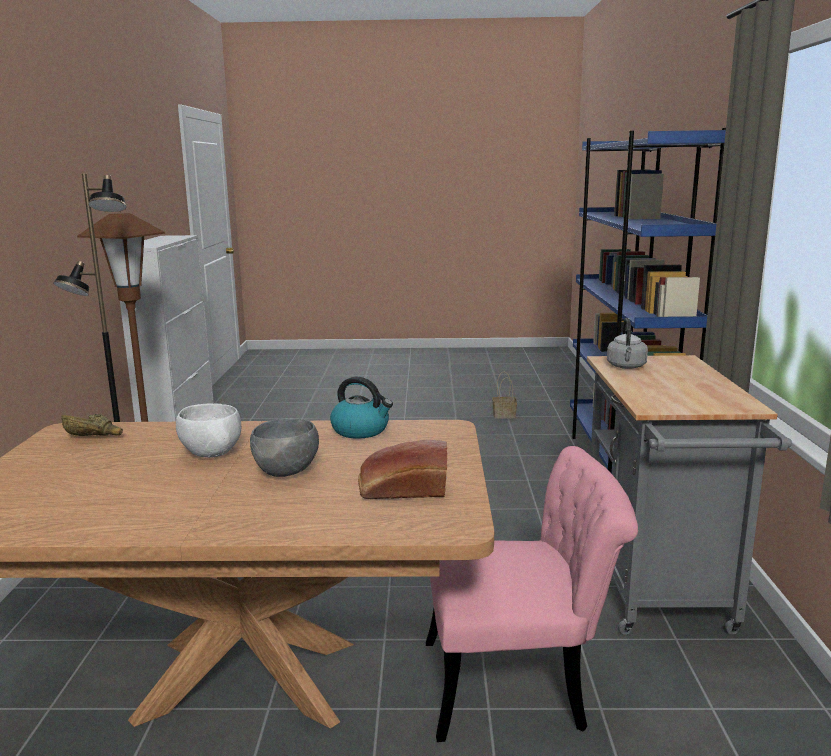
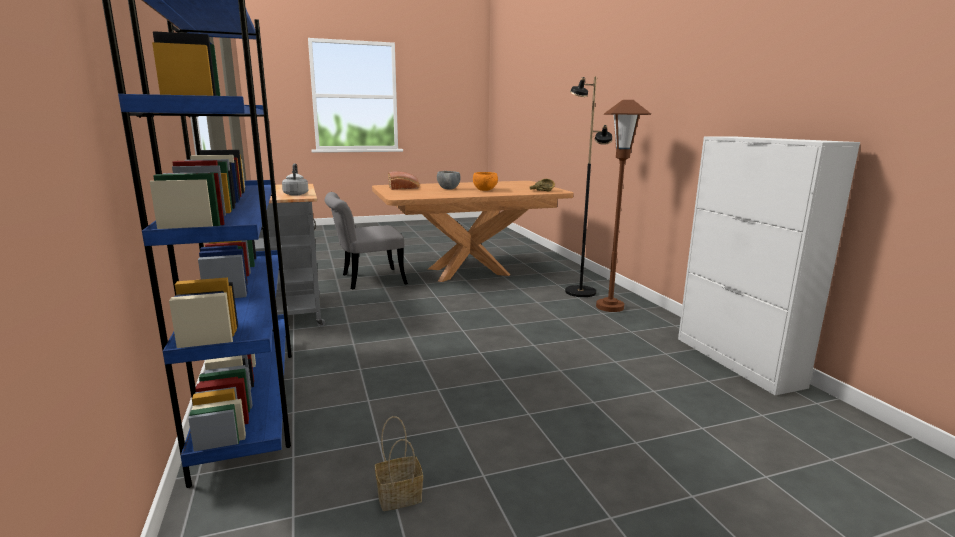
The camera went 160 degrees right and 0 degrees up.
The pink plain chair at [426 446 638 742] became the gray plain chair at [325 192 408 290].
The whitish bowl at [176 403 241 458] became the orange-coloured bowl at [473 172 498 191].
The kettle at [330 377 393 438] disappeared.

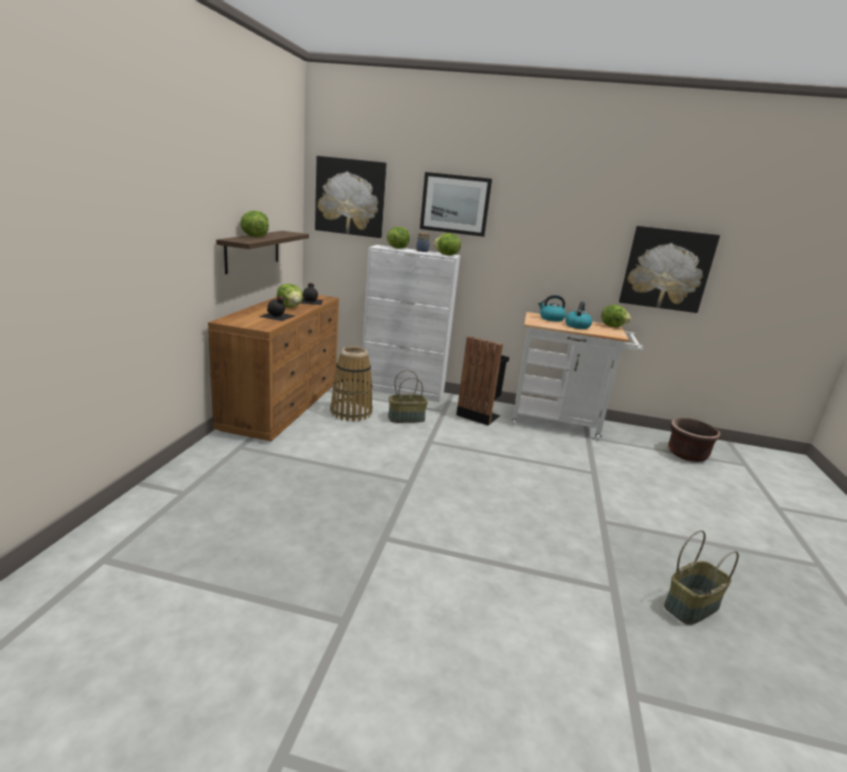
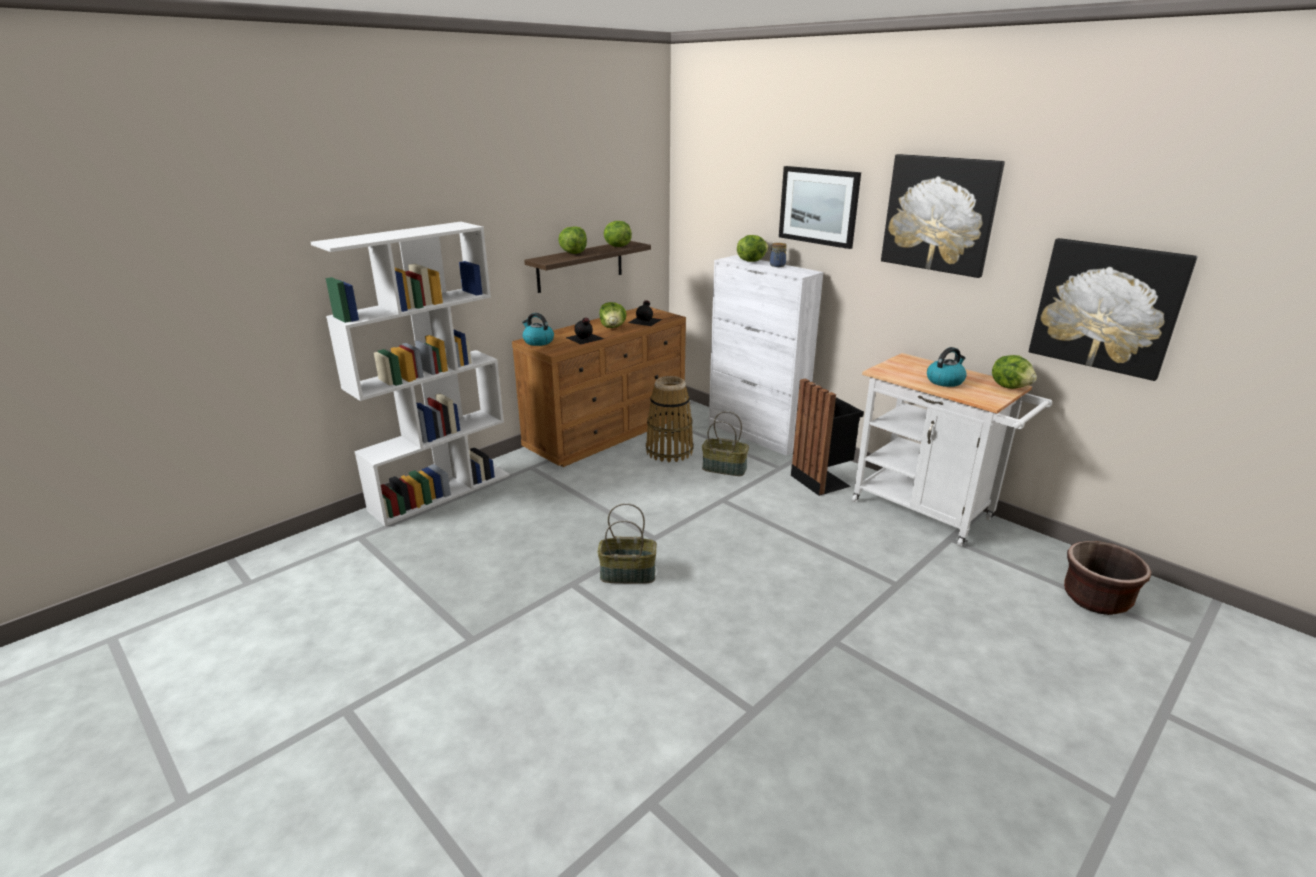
The camera went 35 degrees right and 5 degrees up.
The whitish shelving unit at [311 222 510 527] appeared.
The kettle moved from [538 295 566 322] to [522 313 554 346].
The household basket moved from [664 530 739 625] to [598 503 657 584].
The head of lettuce moved from [433 233 461 255] to [604 221 632 247].
The wall picture moved from [315 156 387 238] to [881 154 1005 278].

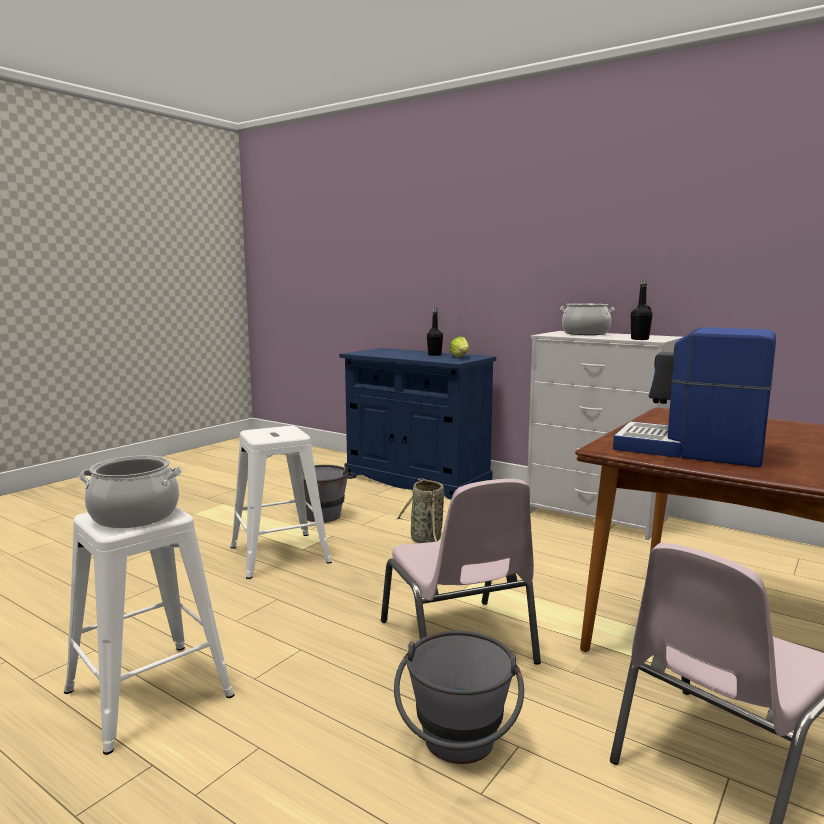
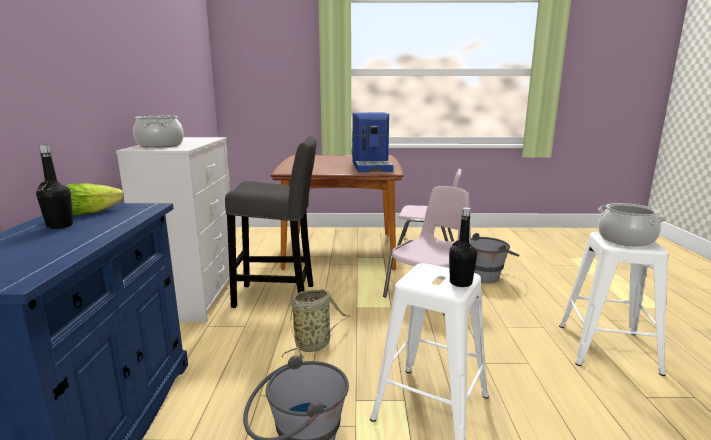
The camera went 125 degrees left and 5 degrees up.
The gray stool at [225 136 317 308] appeared.
The blackish beverage bottle moved from [631 279 653 340] to [449 207 477 287].

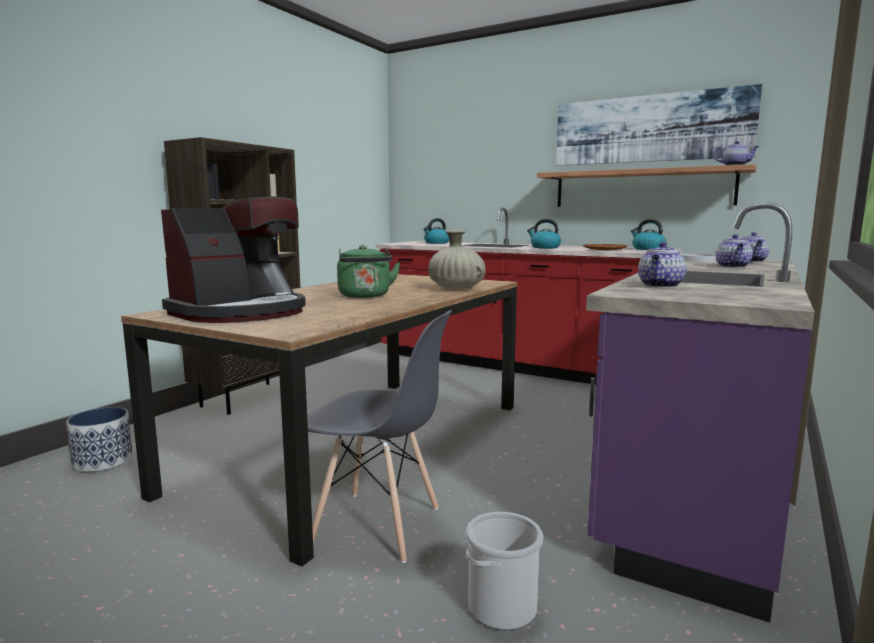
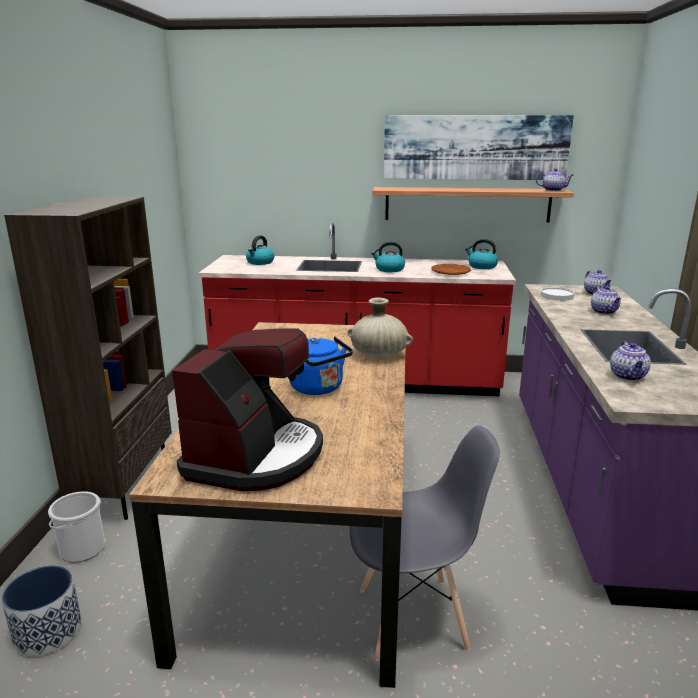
The camera went 25 degrees left and 10 degrees up.
The water bucket moved from [466 512 543 630] to [48 491 105 562].
The green-coloured kettle at [337 245 400 298] became the blue-coloured kettle at [289 336 353 395].

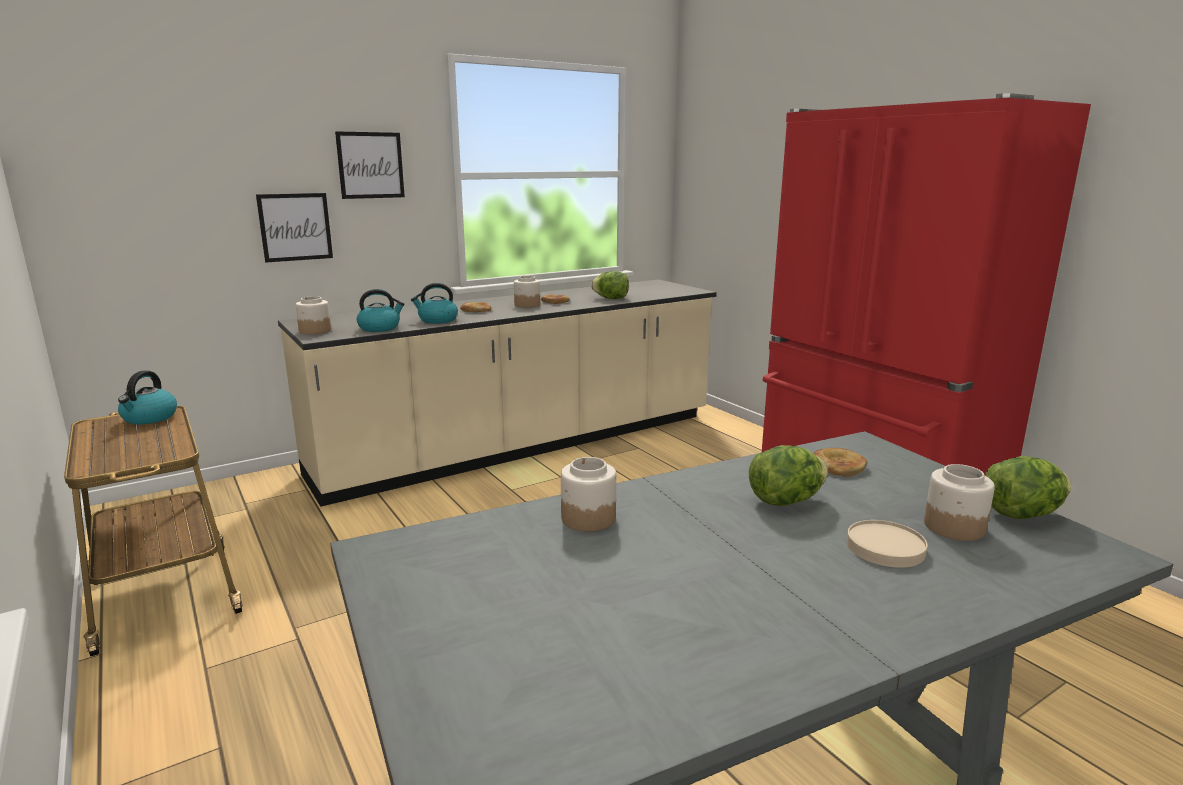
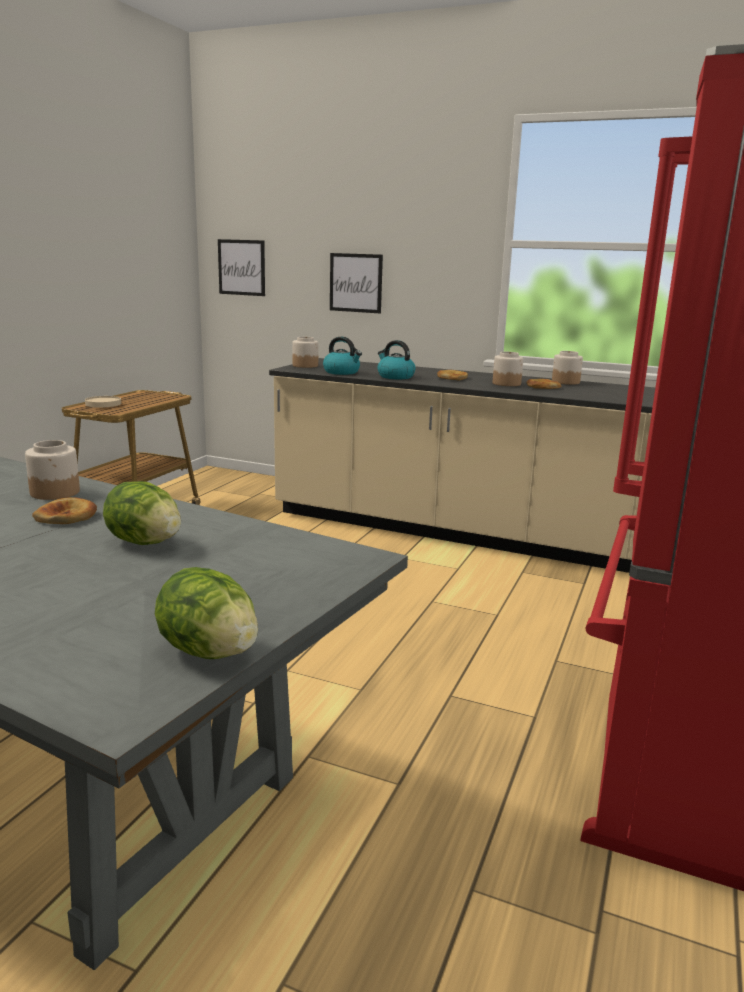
The camera went 55 degrees right and 0 degrees up.
The bakery bread moved from [813 448 867 477] to [32 497 97 524].
The sand-coloured dinner plate moved from [847 520 928 568] to [85 396 121 408].
The wall picture moved from [335 131 405 199] to [218 239 265 296].
The preserve jar moved from [924 464 995 541] to [552 351 583 385].
The kettle at [118 371 177 425] disappeared.
The head of lettuce at [591 271 629 299] disappeared.

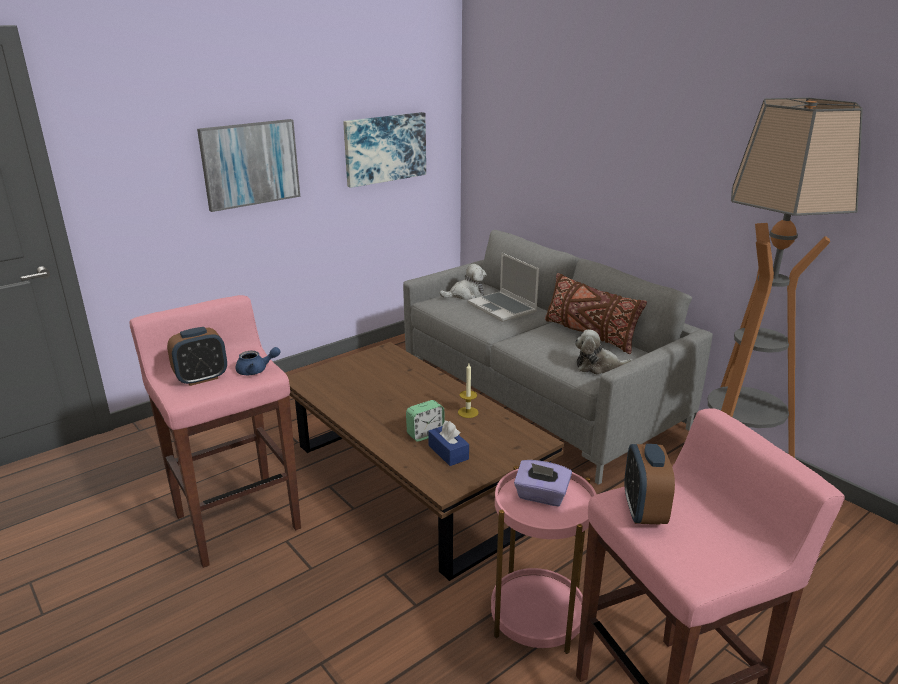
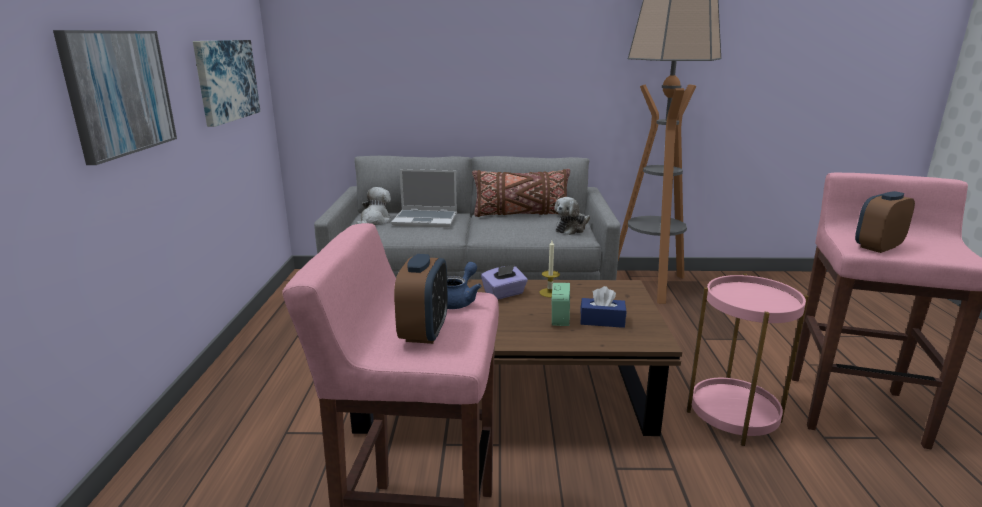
The camera went 50 degrees left and 5 degrees down.
The purplish box of tissues moved from [514 460 572 506] to [481 265 528 299].
The alarm clock at [624 444 675 524] turned 105 degrees clockwise.

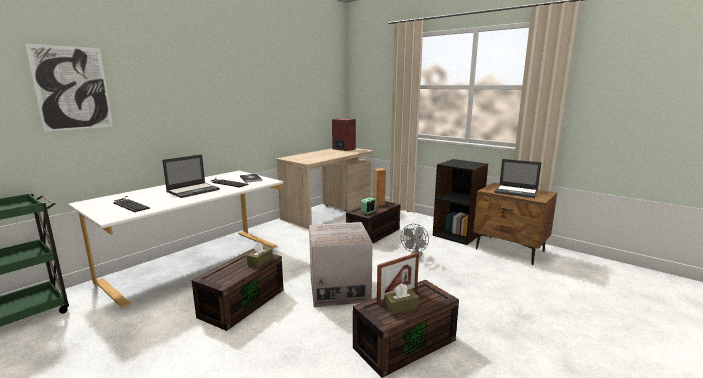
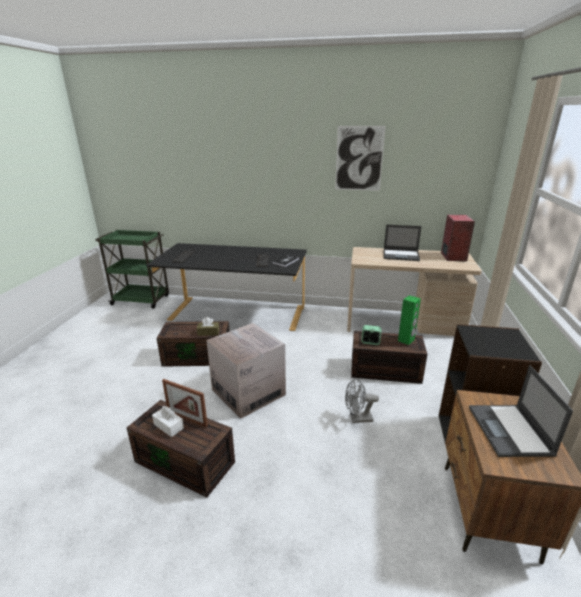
The camera went 60 degrees right and 10 degrees up.
The whitish desk at [68 171 283 308] became the blackish desk at [146 243 307 331].
The brown box of tissues at [384 283 419 315] became the whitish box of tissues at [152 406 184 437].
The wall picture moved from [25 44 113 131] to [335 126 386 191].
The laptop moved from [162 154 220 198] to [384 224 421 261].
The brown speaker at [373 168 386 206] became the green-coloured speaker at [398 295 421 345].

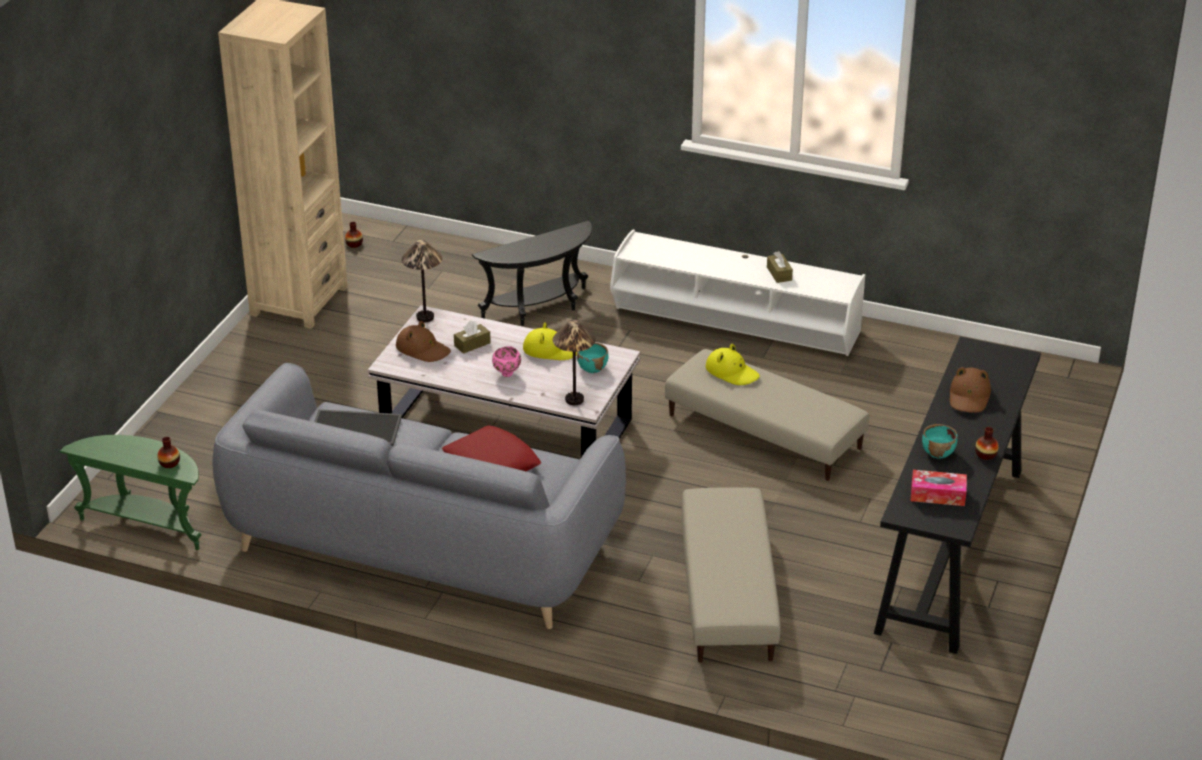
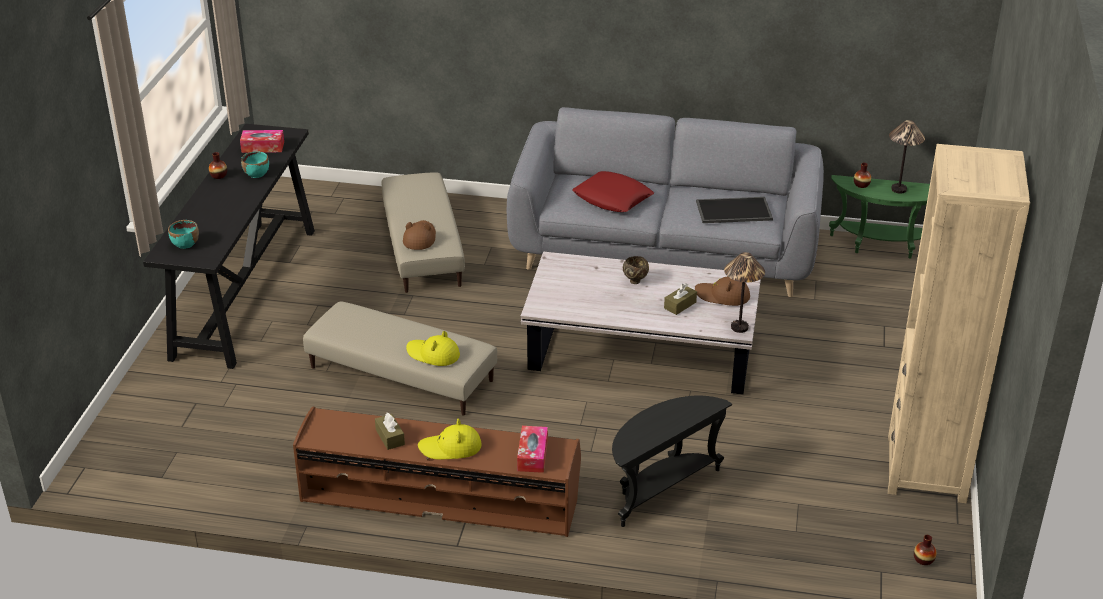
The camera went 170 degrees right and 0 degrees up.
The turquoise-coloured bowl moved from [577 342 608 373] to [168 220 199 249].
The whitish tv stand at [610 230 865 356] became the brown tv stand at [293 407 581 537].
The brown wearable hat moved from [950 367 991 413] to [403 220 436 250].
The yellow wearable hat moved from [523 322 577 360] to [418 419 482 460].
The box of tissues at [517 426 548 473] appeared.
The pink bowl at [492 346 521 377] became the brown bowl at [623 256 649 284].
The lamp for a table moved from [553 320 596 405] to [889 120 925 194].

